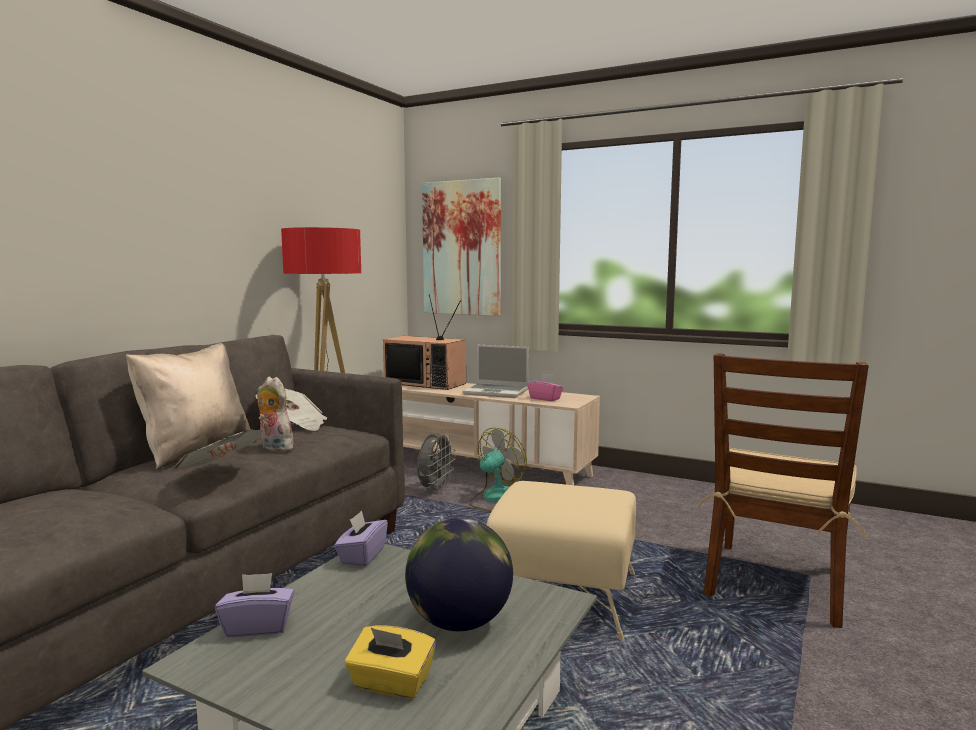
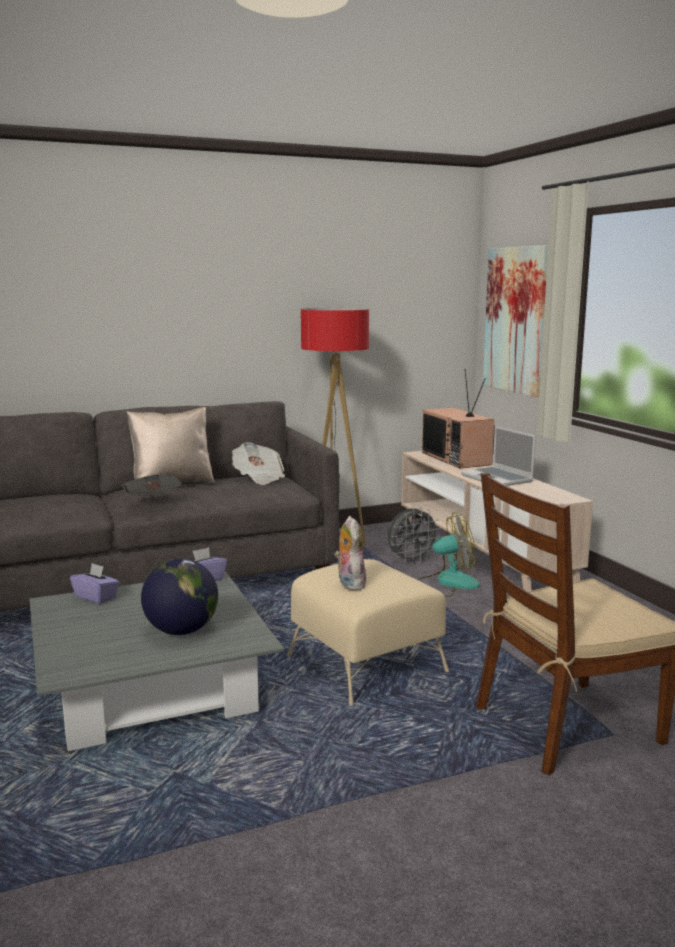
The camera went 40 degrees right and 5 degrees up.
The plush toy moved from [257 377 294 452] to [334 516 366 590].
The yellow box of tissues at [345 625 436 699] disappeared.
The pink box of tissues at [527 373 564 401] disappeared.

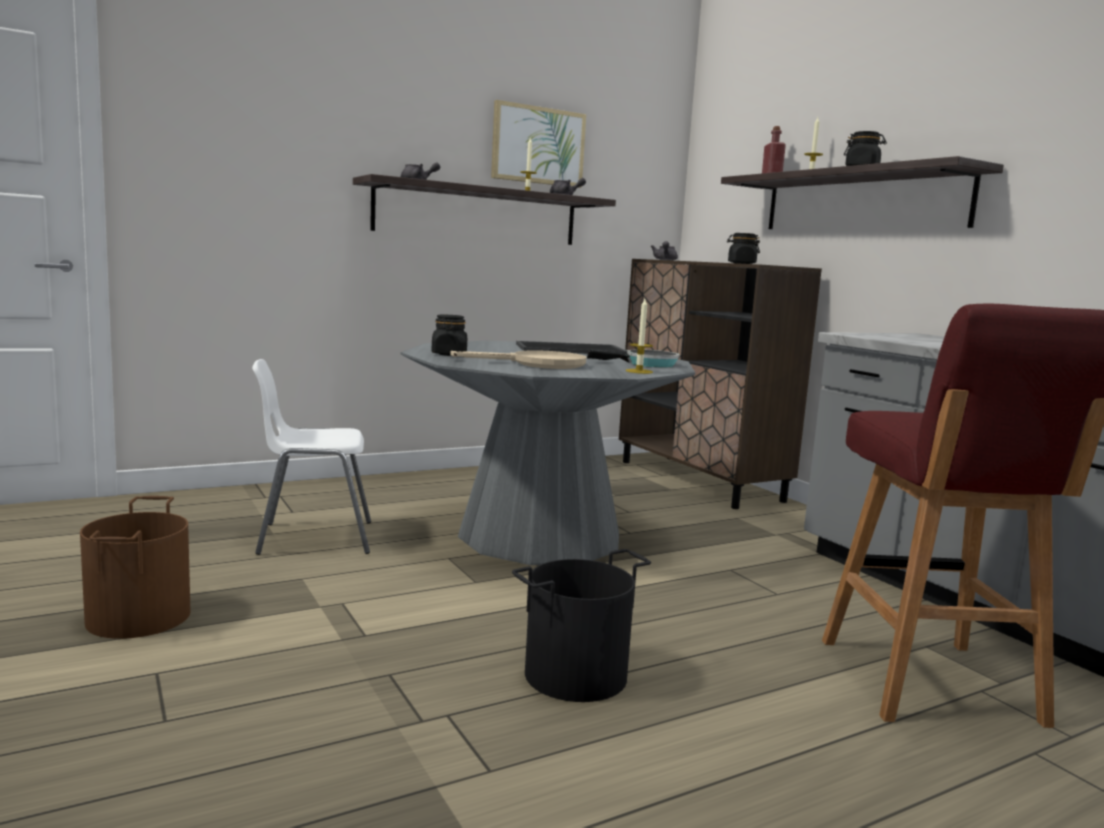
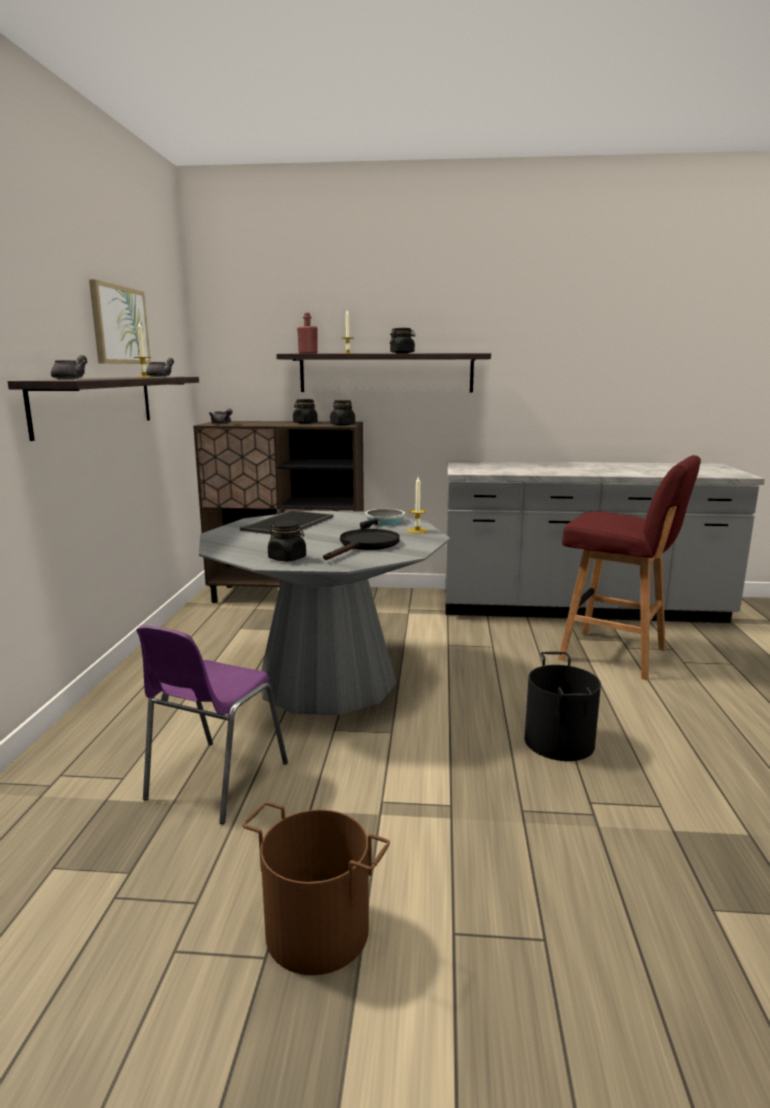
The camera went 55 degrees left and 5 degrees up.
The whitish plain chair at [252 359 371 555] became the purplish plain chair at [136 625 288 824].
The sand-coloured skillet at [450 350 586 369] became the blackish skillet at [323 529 400 560].
The blackish preserve jar at [330 400 355 425] appeared.

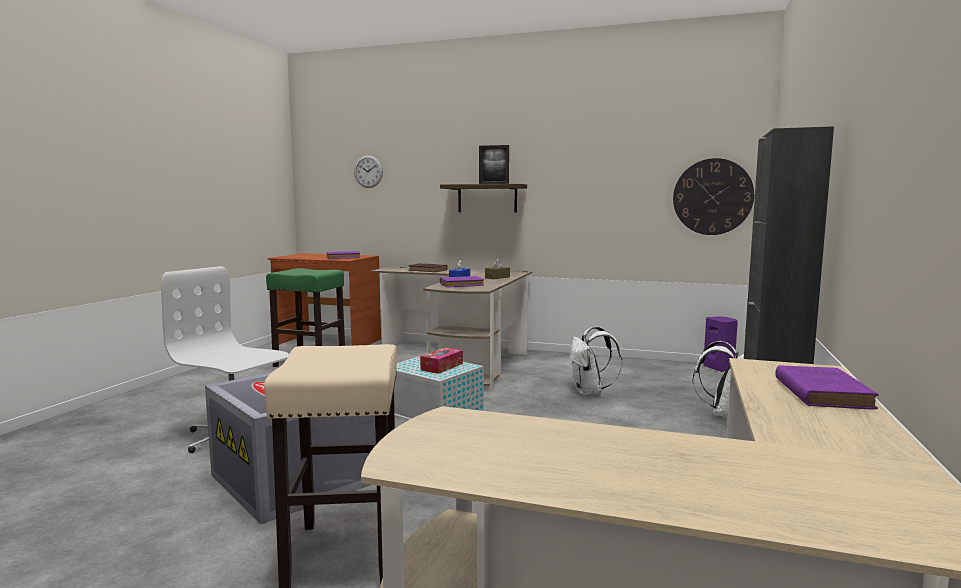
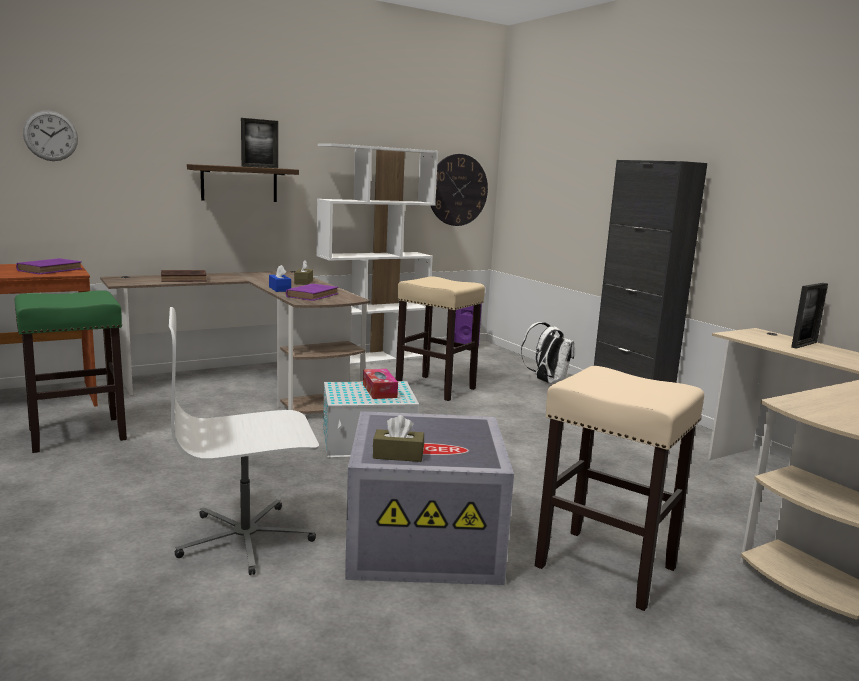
The camera went 50 degrees left and 5 degrees up.
The whitish shelving unit at [316 143 438 366] appeared.
The brown box of tissues at [373 415 424 462] appeared.
The whitish rucksack at [570 326 622 395] was replaced by the sand-coloured stool at [396 276 485 401].
The purplish bound book at [775 365 879 410] was replaced by the picture frame at [791 283 828 349].

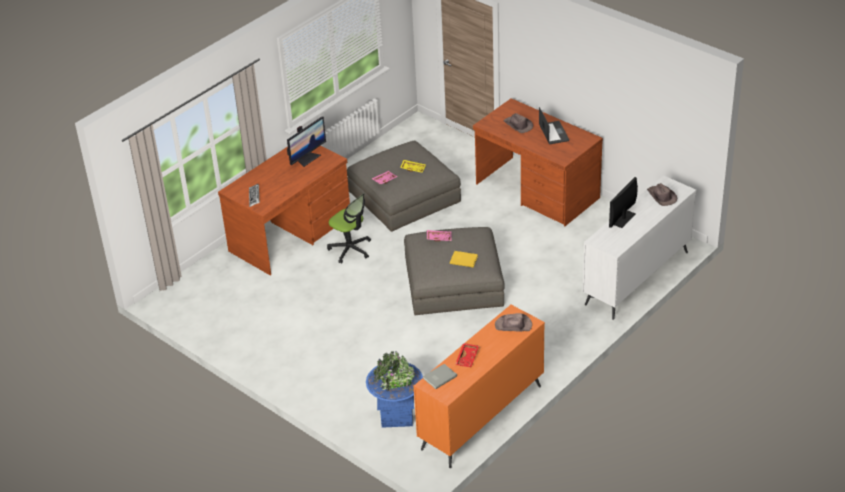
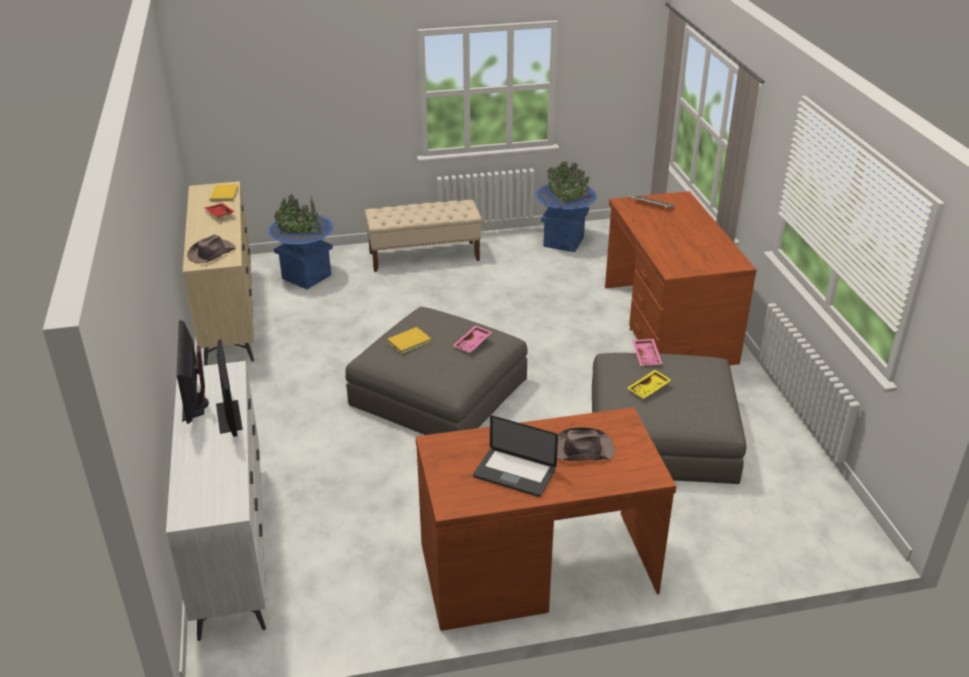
The camera went 125 degrees right and 5 degrees down.
The computer display moved from [287 117 326 167] to [177 320 209 424].
The orange-coloured dresser at [413 305 545 468] became the sand-coloured dresser at [183 181 254 366].
The gray bound book at [423 364 457 389] became the yellow bound book at [210 184 239 202].
The sand-coloured long seat at [365 199 482 272] appeared.
The blue-coloured flower pot at [536 162 597 252] appeared.
The office chair at [327 193 371 264] disappeared.
The brown wearable hat at [647 183 677 206] disappeared.

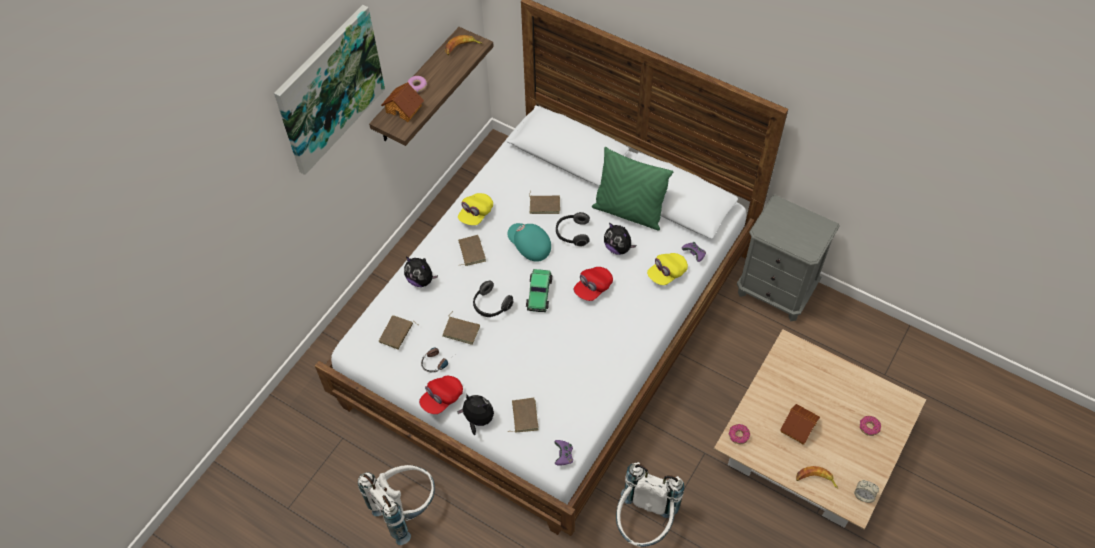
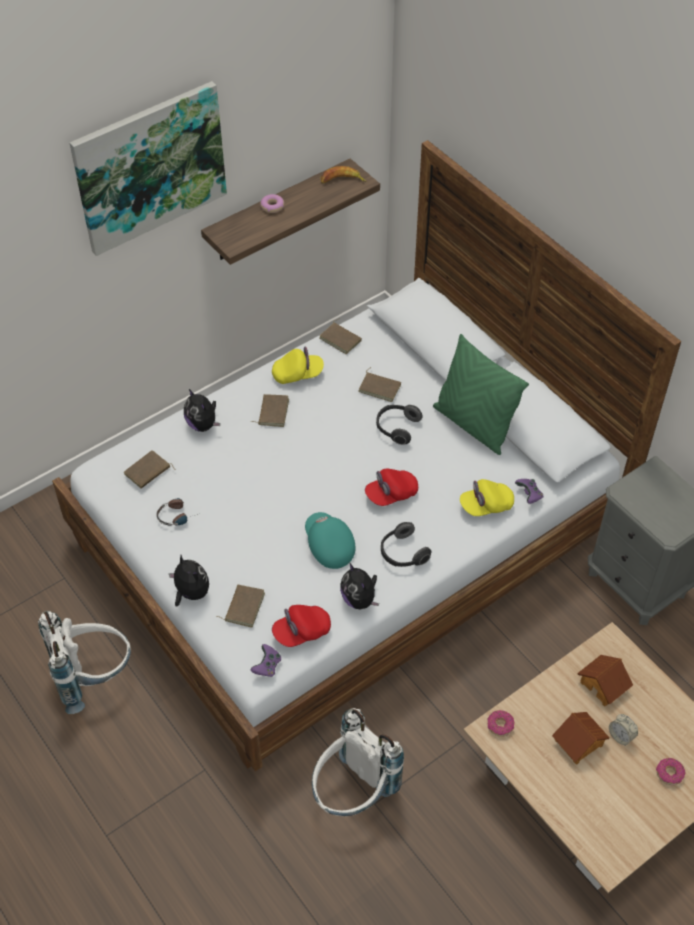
The camera went 20 degrees right and 5 degrees down.
The yellow baseball cap at [458 193 493 225] turned 150 degrees counterclockwise.
The reddish baseball cap moved from [419 376 463 414] to [272 605 331 647].
The turquoise-coloured baseball cap moved from [507 223 551 262] to [305 512 356 569].
The brown bound book moved from [442 311 480 345] to [320 318 362 354].
The plush toy moved from [604 222 636 255] to [340 562 379 609].
The headphones moved from [473 280 514 317] to [381 522 431 567].
The model house moved from [381 82 424 122] to [577 655 633 706].
The alarm clock moved from [854 480 879 503] to [609 714 638 745].
The model car at [526 269 553 312] disappeared.
The whole banana at [796 466 838 489] disappeared.

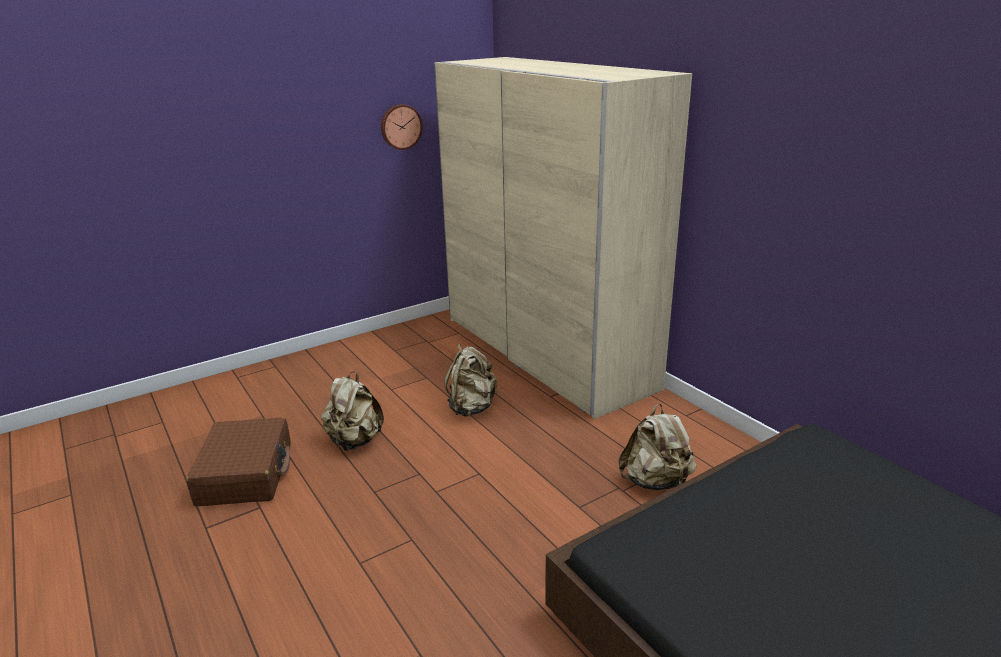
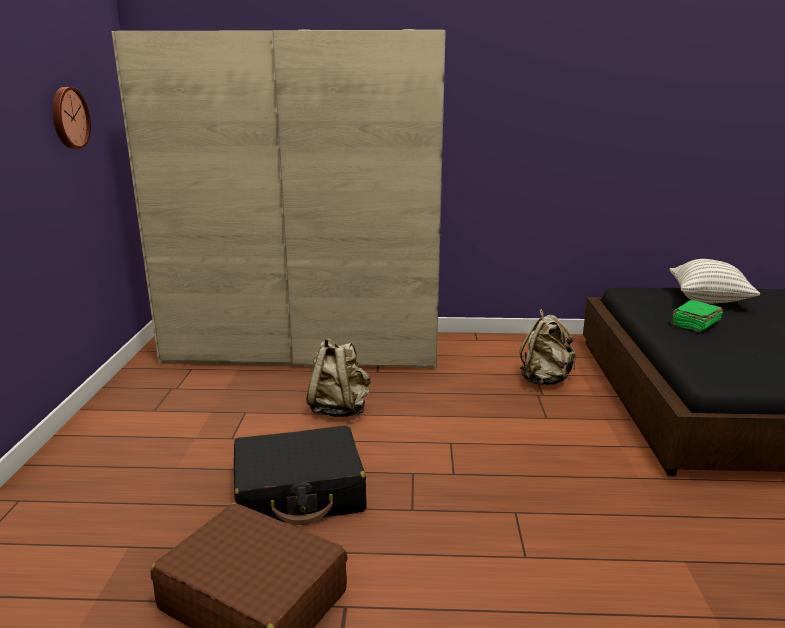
The camera went 55 degrees left and 5 degrees down.
The sand-coloured rucksack at [321 371 384 451] was replaced by the blackish suitcase at [234 426 366 525].
The cushion at [669 259 760 304] appeared.
The green-coloured bound book at [671 300 723 332] appeared.

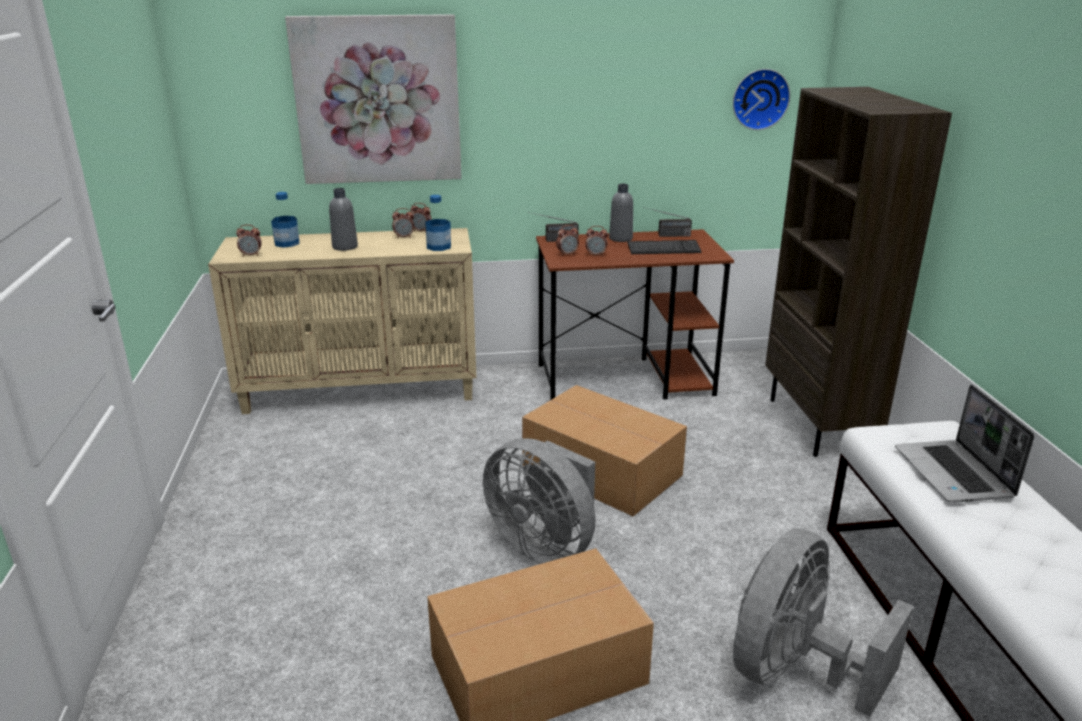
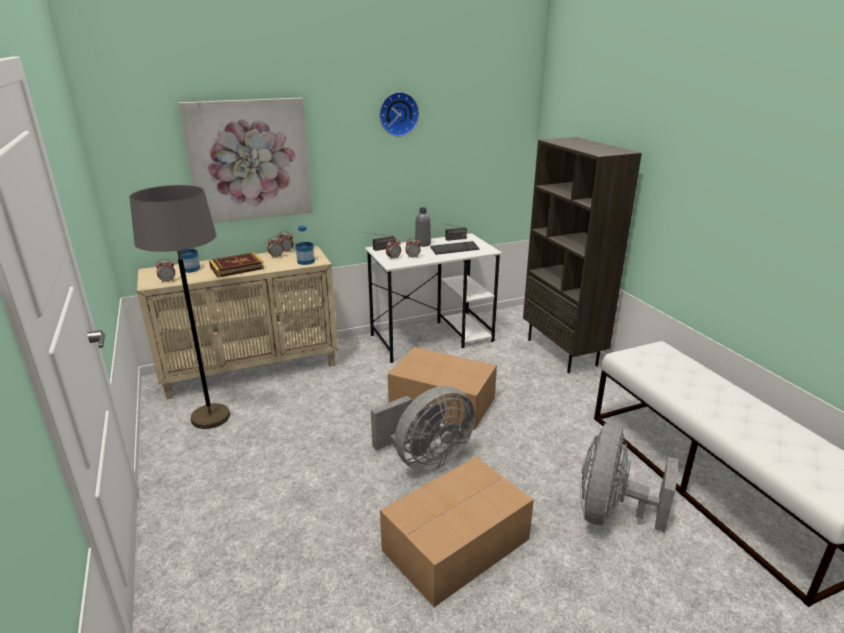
The camera went 15 degrees left and 0 degrees up.
The gray standard lamp at [129 185 230 429] appeared.
The gray beverage bottle at [329 188 358 251] was replaced by the bound book at [209 252 264 278].
The brown desk at [536 229 734 400] became the whitish desk at [365 233 502 363].
The gray cooling fan at [483 438 596 564] turned 60 degrees counterclockwise.
The wall clock moved from [733 69 790 130] to [379 92 419 137].
The laptop at [895 385 1034 502] disappeared.

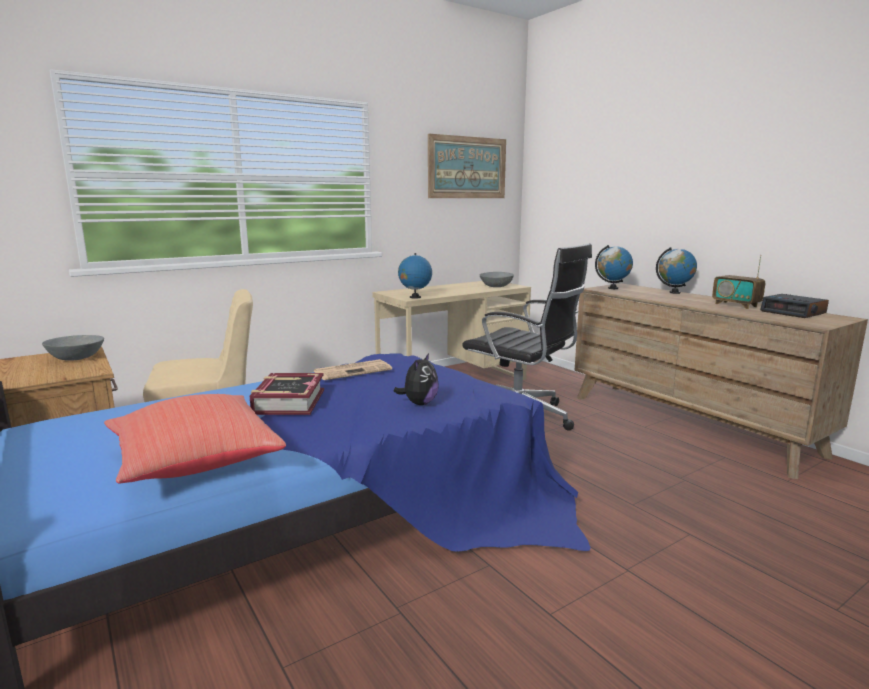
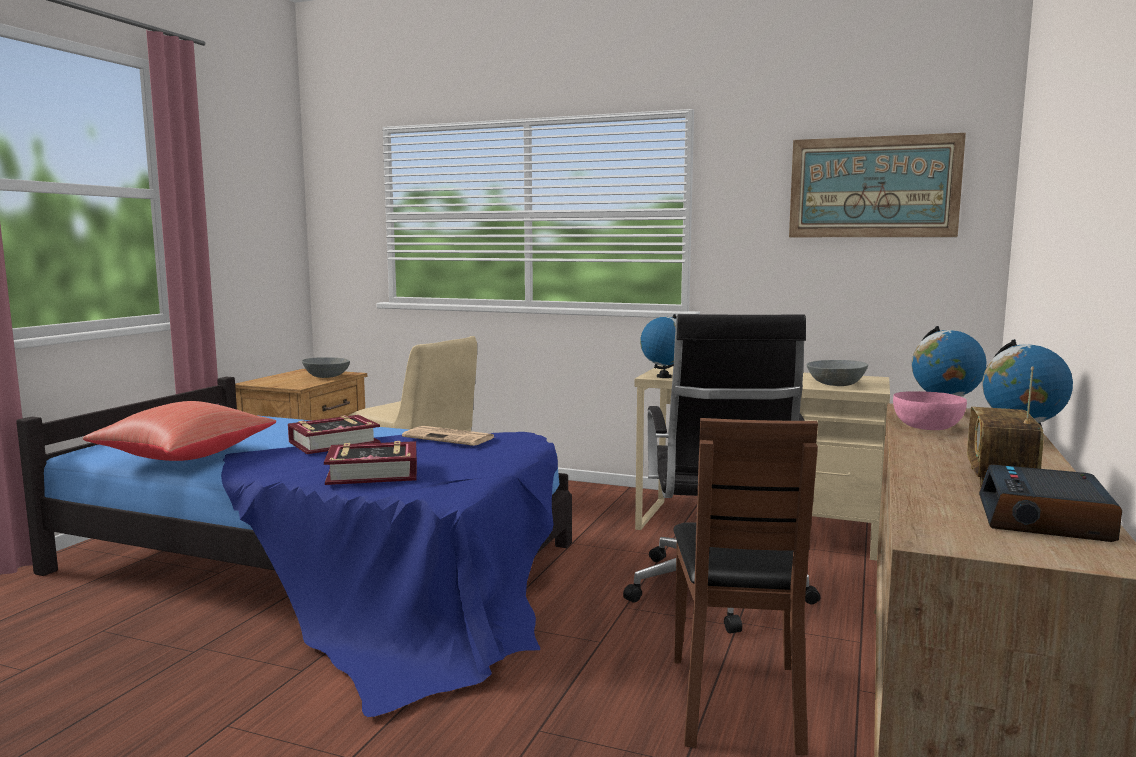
The camera went 55 degrees right and 5 degrees down.
The plush toy at [394 353 439 405] was replaced by the bound book at [324 441 417 485].
The brown plain chair at [673 418 818 755] appeared.
The pink bowl at [893 391 967 430] appeared.

